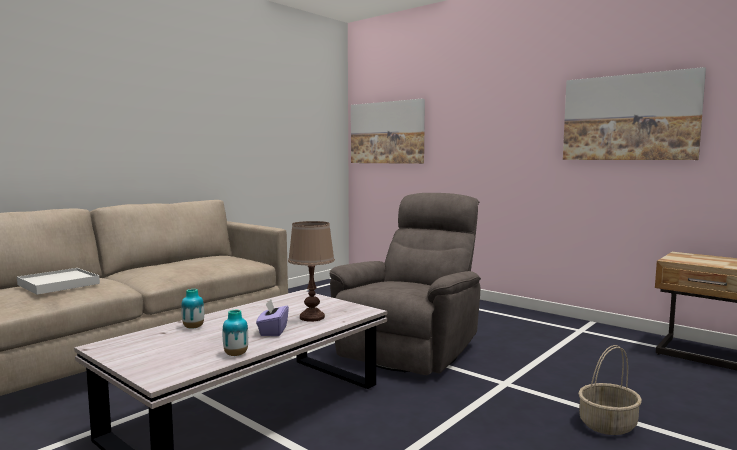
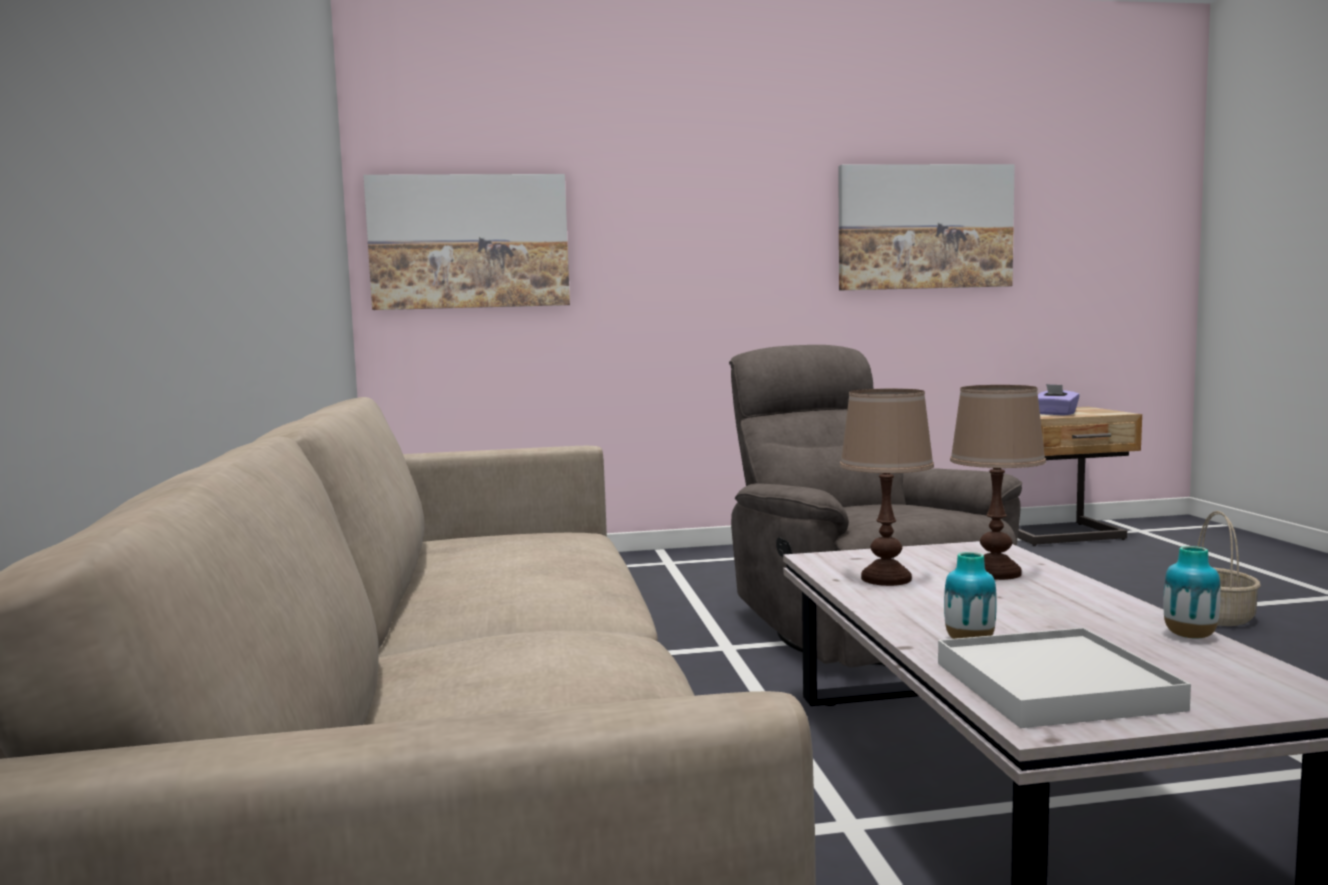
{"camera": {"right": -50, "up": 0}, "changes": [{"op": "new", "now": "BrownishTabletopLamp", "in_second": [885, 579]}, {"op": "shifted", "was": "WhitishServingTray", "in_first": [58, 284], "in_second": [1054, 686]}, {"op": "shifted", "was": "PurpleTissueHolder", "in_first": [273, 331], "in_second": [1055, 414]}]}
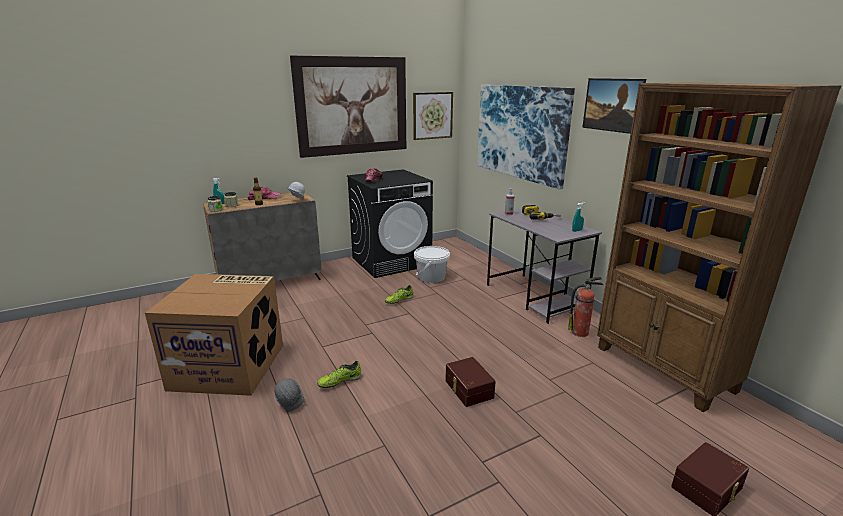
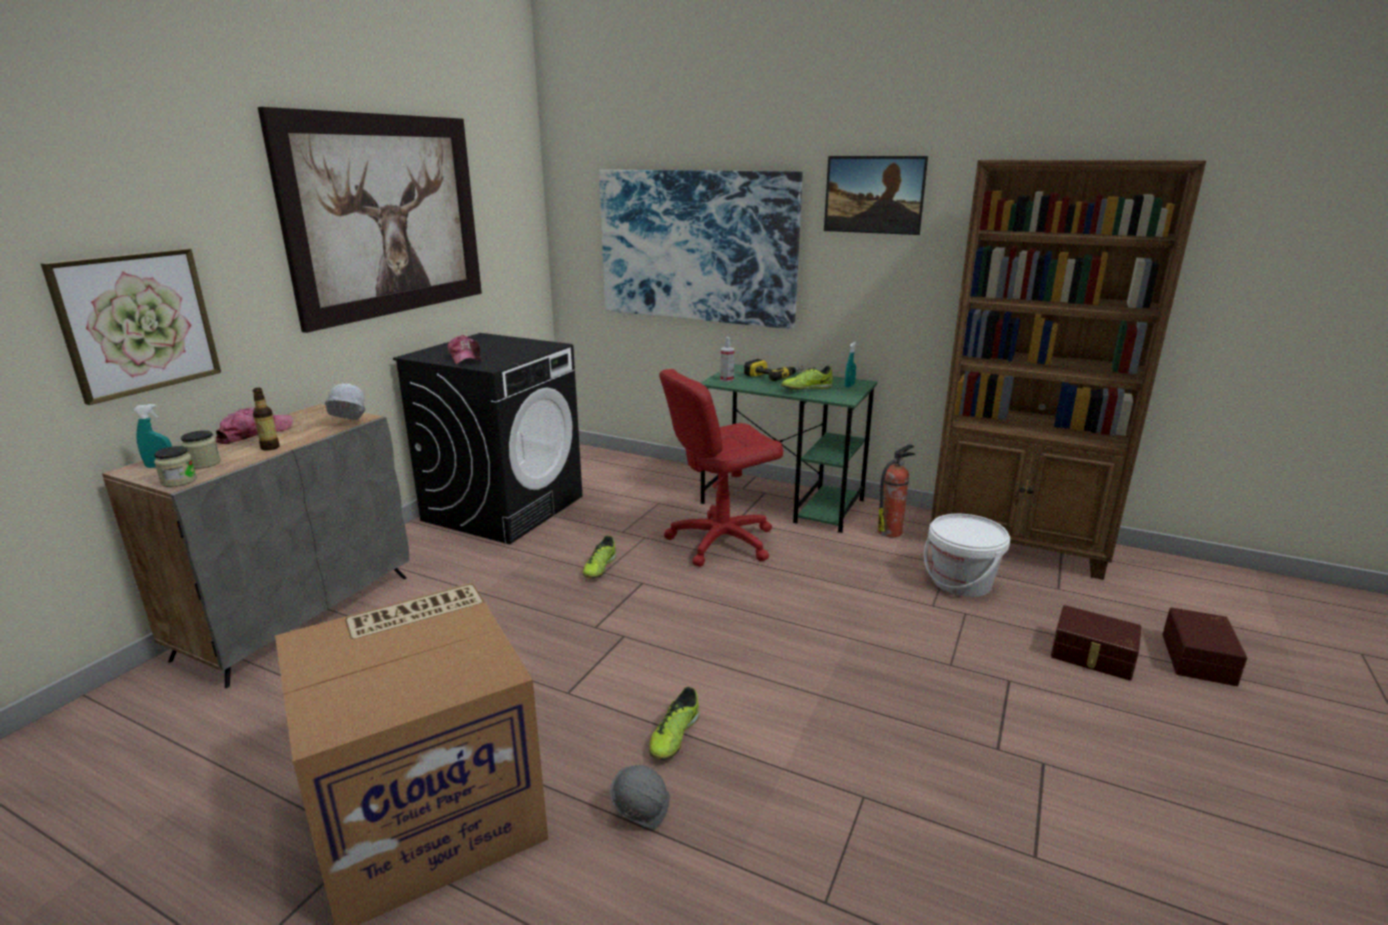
{"camera": {"right": -35, "up": 0}, "changes": [{"op": "new", "now": "RedColouredComputerChair", "in_second": [721, 541]}, {"op": "new", "now": "ItemOfFootwear", "in_second": [806, 389]}, {"op": "shifted", "was": "WallPicture", "in_first": [432, 115], "in_second": [137, 323]}, {"op": "shifted", "was": "WhitishBucket", "in_first": [431, 277], "in_second": [961, 582]}, {"op": "shifted", "was": "BrownishStorageBin", "in_first": [468, 389], "in_second": [1092, 656]}, {"op": "repainted", "was": "GrayDesk", "now": "GreenDesk", "in_first": [535, 297], "in_second": [783, 502]}]}
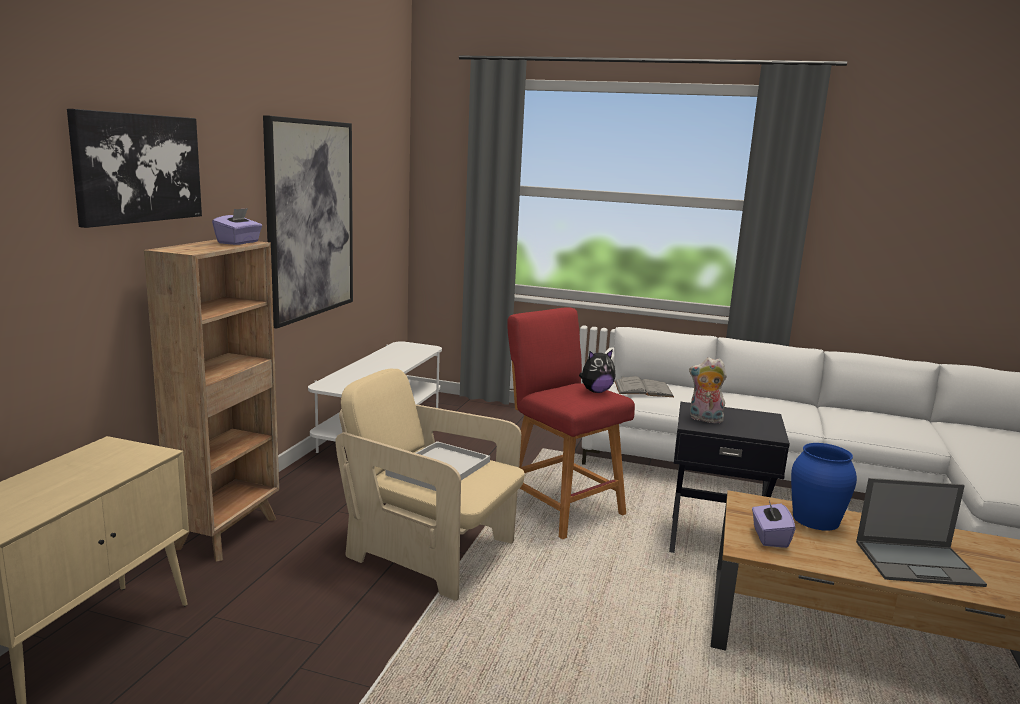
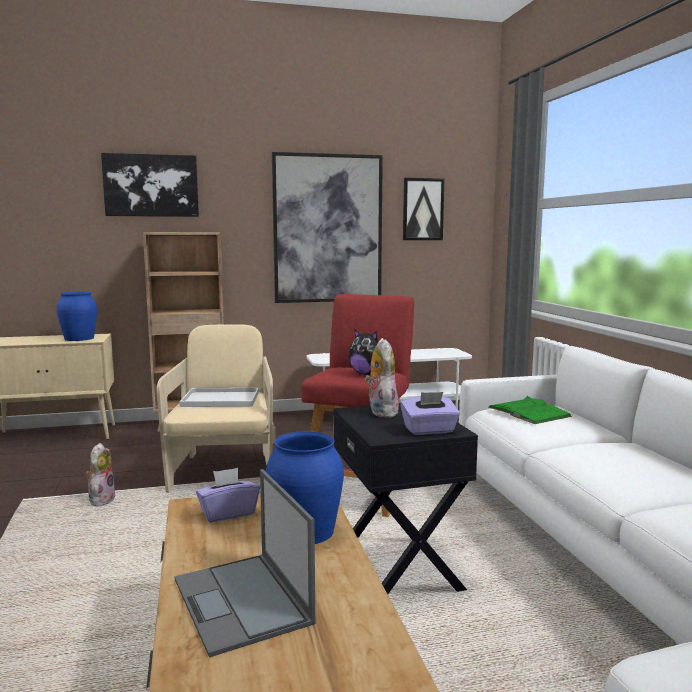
{"camera": {"right": 60, "up": -5}, "changes": [{"op": "new", "now": "BlueColouredFlowerVase", "in_second": [79, 338]}, {"op": "new", "now": "PlushToy", "in_second": [101, 500]}, {"op": "new", "now": "WallPicture", "in_second": [422, 209]}, {"op": "shifted", "was": "PurpleTissueHolder", "in_first": [239, 242], "in_second": [429, 430]}, {"op": "repainted", "was": "GrayBook", "now": "GreenBook", "in_first": [643, 389], "in_second": [528, 412]}]}
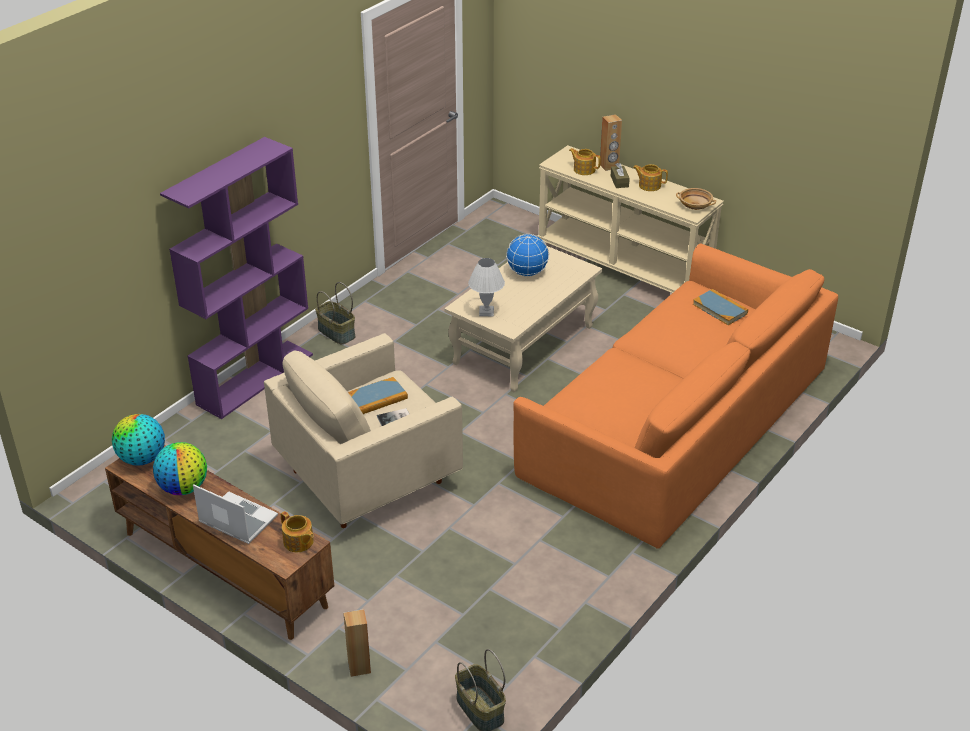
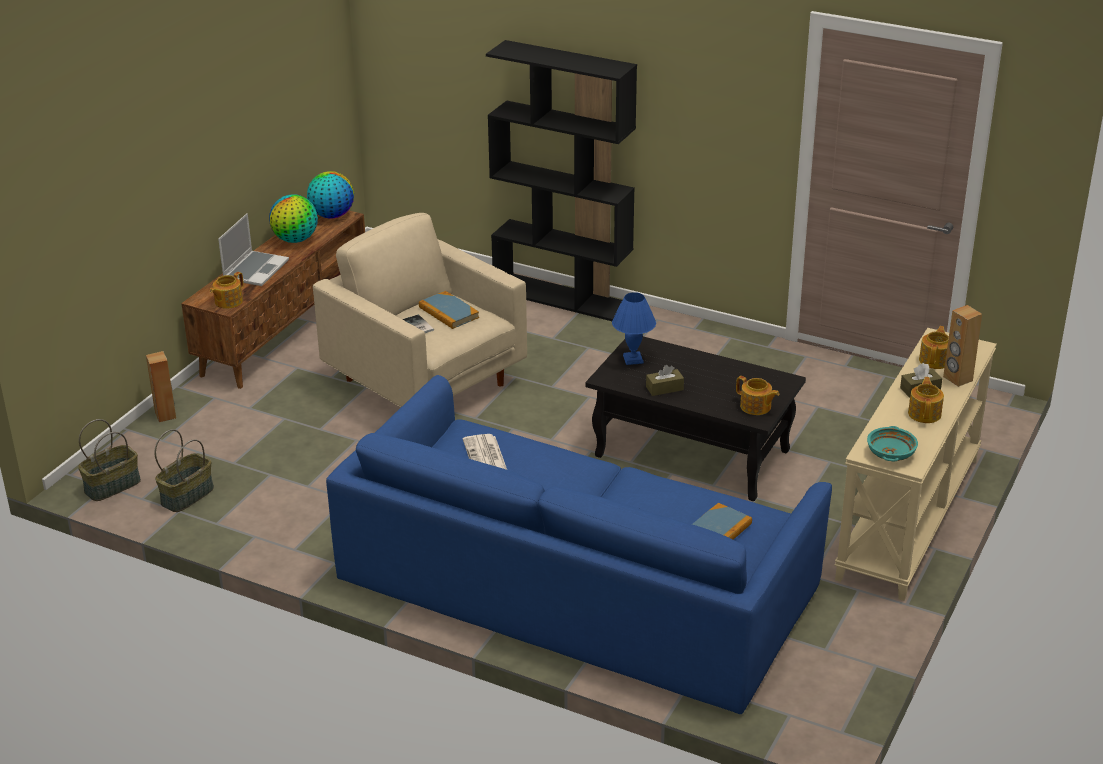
{"camera": {"right": 80, "up": -5}, "changes": [{"op": "gone", "was": "WorldGlobe", "in_first": [527, 273]}, {"op": "new", "now": "DailyPaper", "in_second": [485, 456]}, {"op": "new", "now": "BrownishTissueHolder", "in_second": [664, 388]}, {"op": "new", "now": "PotForTea", "in_second": [756, 407]}, {"op": "shifted", "was": "Basket", "in_first": [335, 333], "in_second": [187, 495]}, {"op": "repainted", "was": "PurpleBookshelf", "now": "BlackishBookshelf", "in_first": [255, 378], "in_second": [563, 297]}, {"op": "repainted", "was": "BeigeColouredLowTable", "now": "BlackishLowTable", "in_first": [523, 345], "in_second": [690, 453]}, {"op": "repainted", "was": "WhitishTabletopLamp", "now": "BlueColouredTabletopLamp", "in_first": [486, 312], "in_second": [632, 359]}, {"op": "repainted", "was": "OrangeySofa", "now": "BlueColouredSofa", "in_first": [675, 421], "in_second": [577, 583]}, {"op": "repainted", "was": "BeigeColouredBowl", "now": "TurquoiseColouredBowl", "in_first": [695, 205], "in_second": [891, 454]}]}
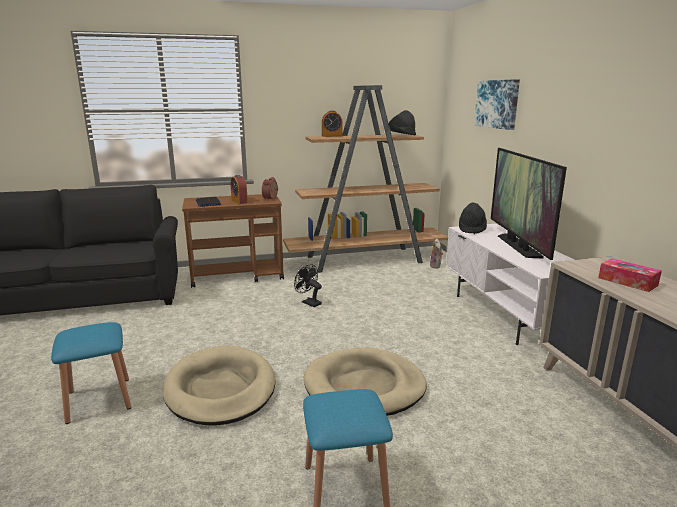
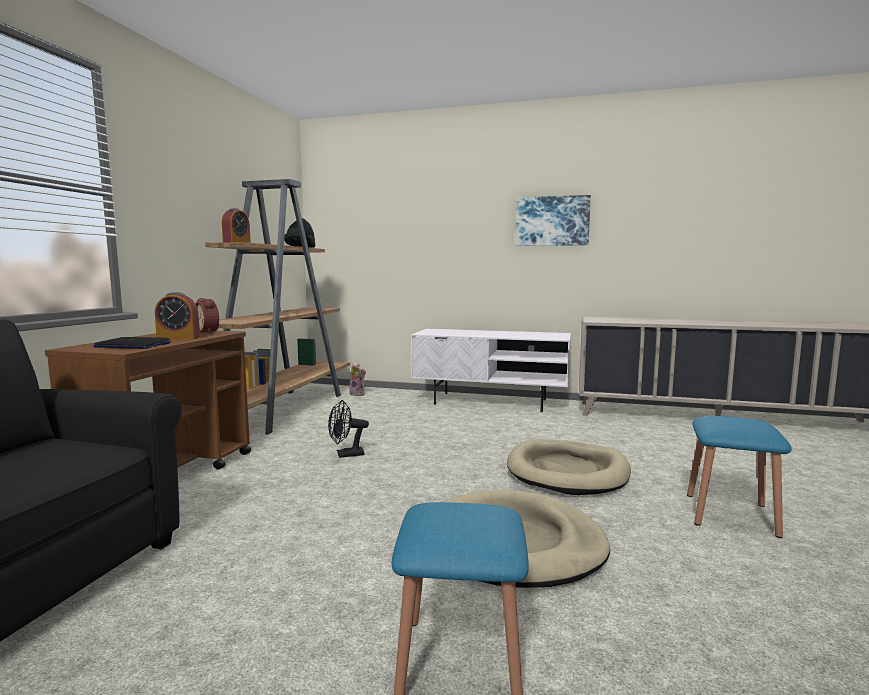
{"camera": {"right": -60, "up": -10}, "changes": [{"op": "gone", "was": "BlackishHat", "in_first": [471, 229]}, {"op": "gone", "was": "Tv", "in_first": [518, 246]}, {"op": "gone", "was": "TissueHolder", "in_first": [627, 281]}, {"op": "shifted", "was": "WallPicture", "in_first": [497, 104], "in_second": [552, 221]}]}
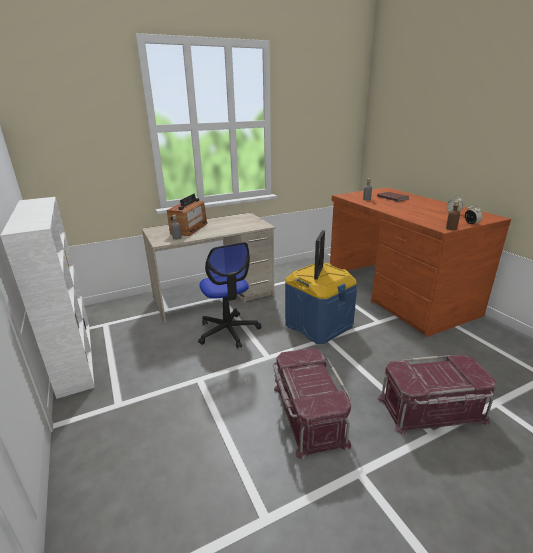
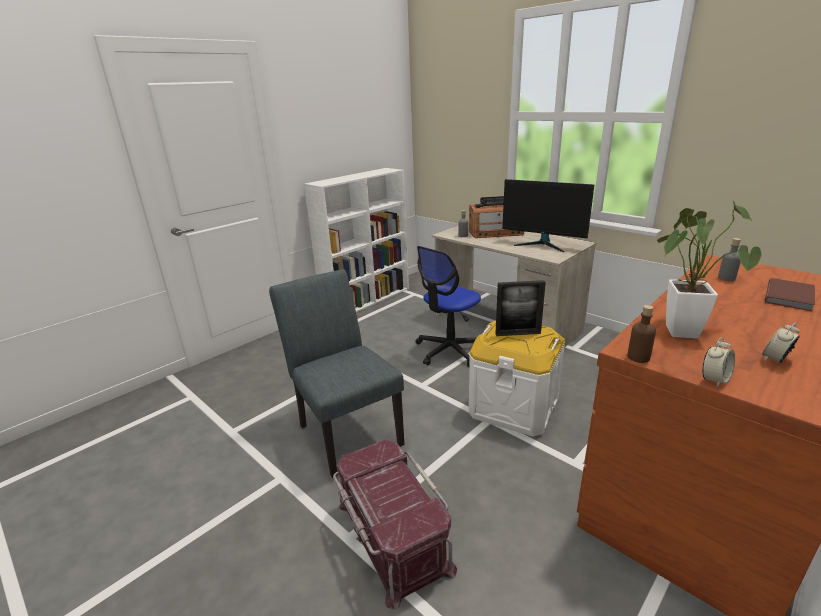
{"camera": {"right": 70, "up": 0}, "changes": [{"op": "new", "now": "ComputerDisplay", "in_second": [543, 244]}, {"op": "new", "now": "Houseplant", "in_second": [680, 329]}, {"op": "swapped", "was": "RedColouredStorageBin", "now": "GrayChair", "in_first": [307, 414], "in_second": [346, 430]}, {"op": "repainted", "was": "BlueColouredStorageBin", "now": "WhitishStorageBin", "in_first": [318, 325], "in_second": [513, 406]}]}
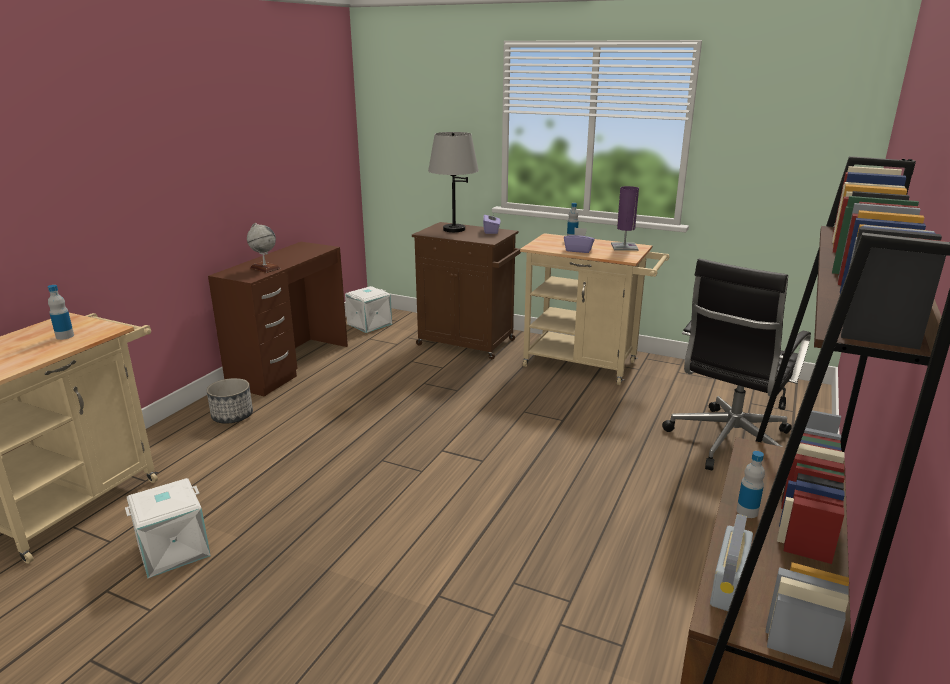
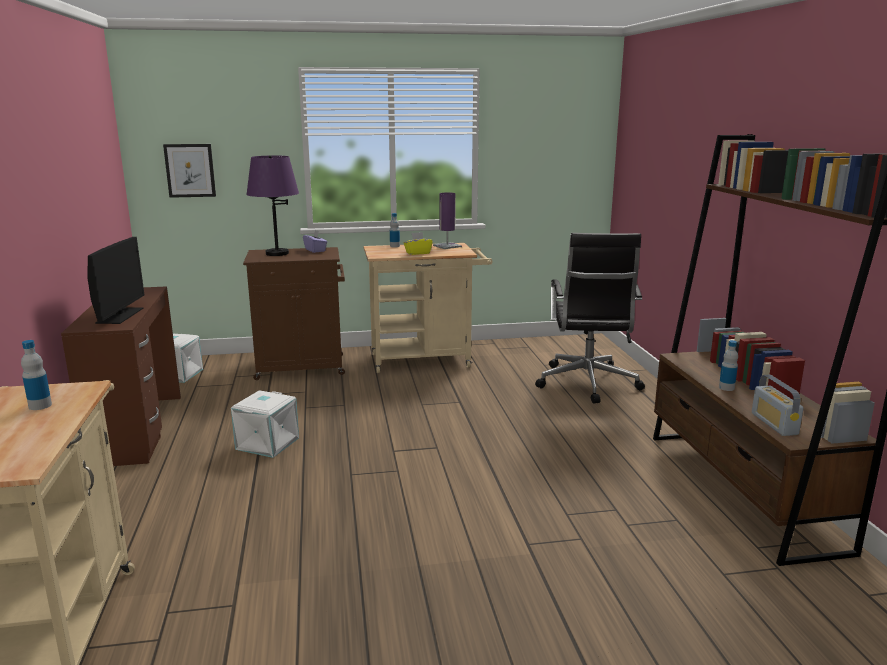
{"camera": {"right": -35, "up": -5}, "changes": [{"op": "gone", "was": "Planter", "in_first": [232, 416]}, {"op": "new", "now": "WallPicture", "in_second": [190, 170]}, {"op": "shifted", "was": "WhitishStorageBin", "in_first": [173, 551], "in_second": [268, 444]}, {"op": "swapped", "was": "WorldGlobe", "now": "ComputerDisplay", "in_first": [264, 268], "in_second": [120, 315]}, {"op": "repainted", "was": "GrayTabletopLamp", "now": "PurpleTabletopLamp", "in_first": [453, 229], "in_second": [277, 253]}, {"op": "repainted", "was": "PurpleTissueHolder", "now": "YellowishTissueHolder", "in_first": [578, 250], "in_second": [417, 253]}]}
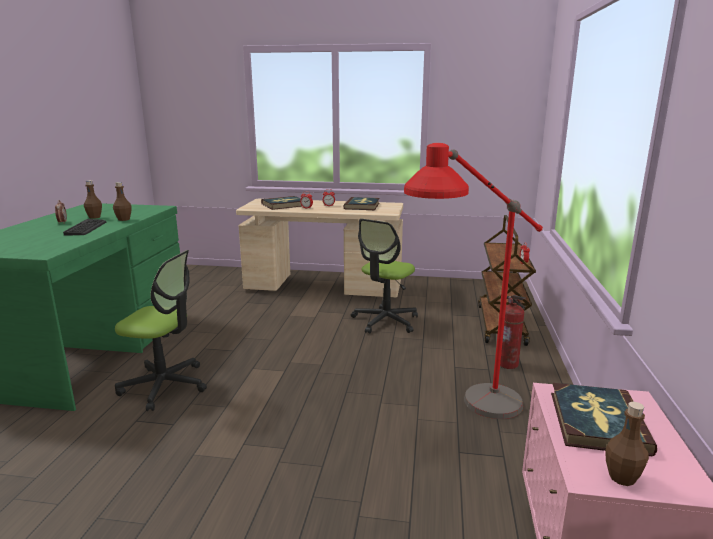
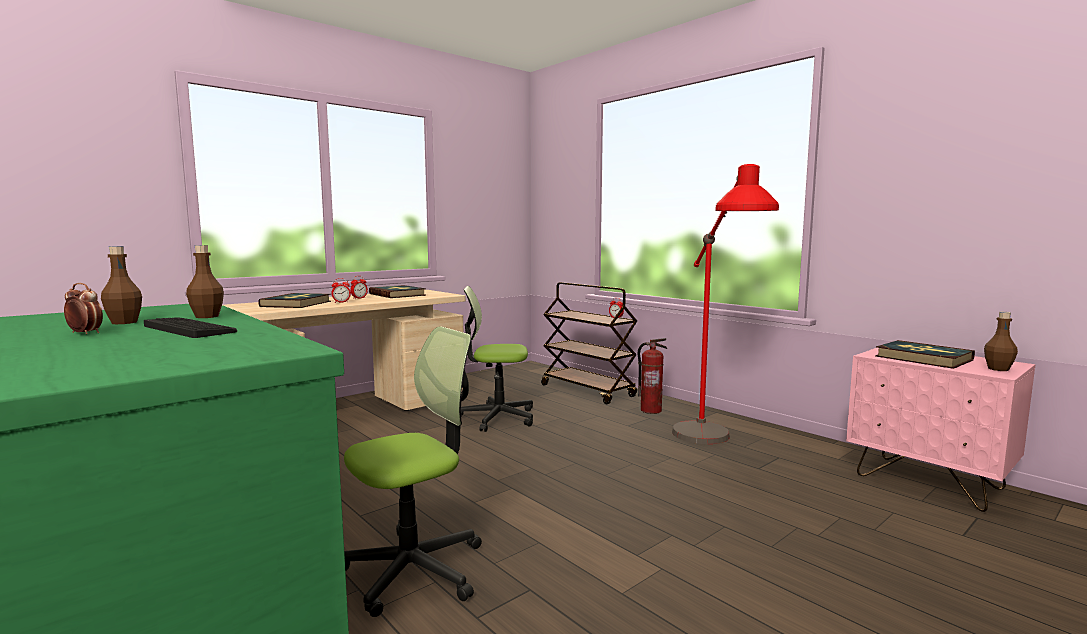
{"camera": {"right": -50, "up": -10}, "changes": [{"op": "rotated", "was": "ComputerChair", "in_first": [385, 321], "in_second": [497, 417], "clockwise": 105}]}
